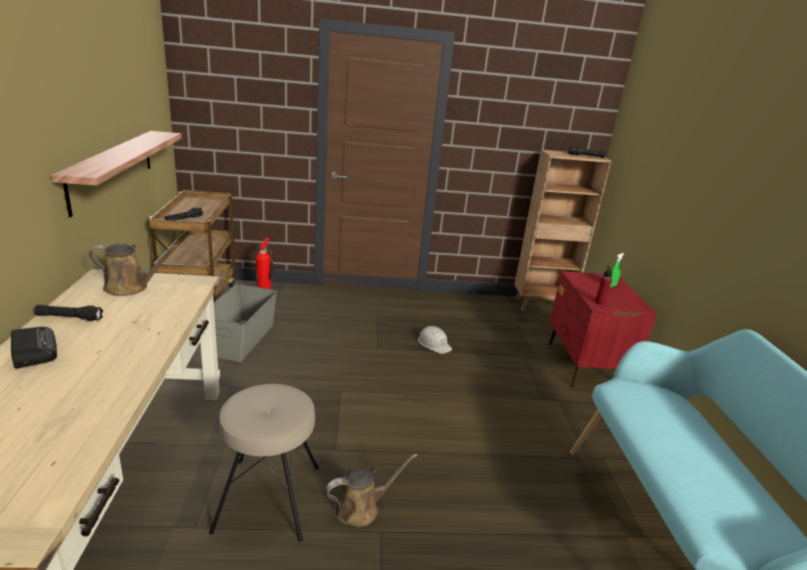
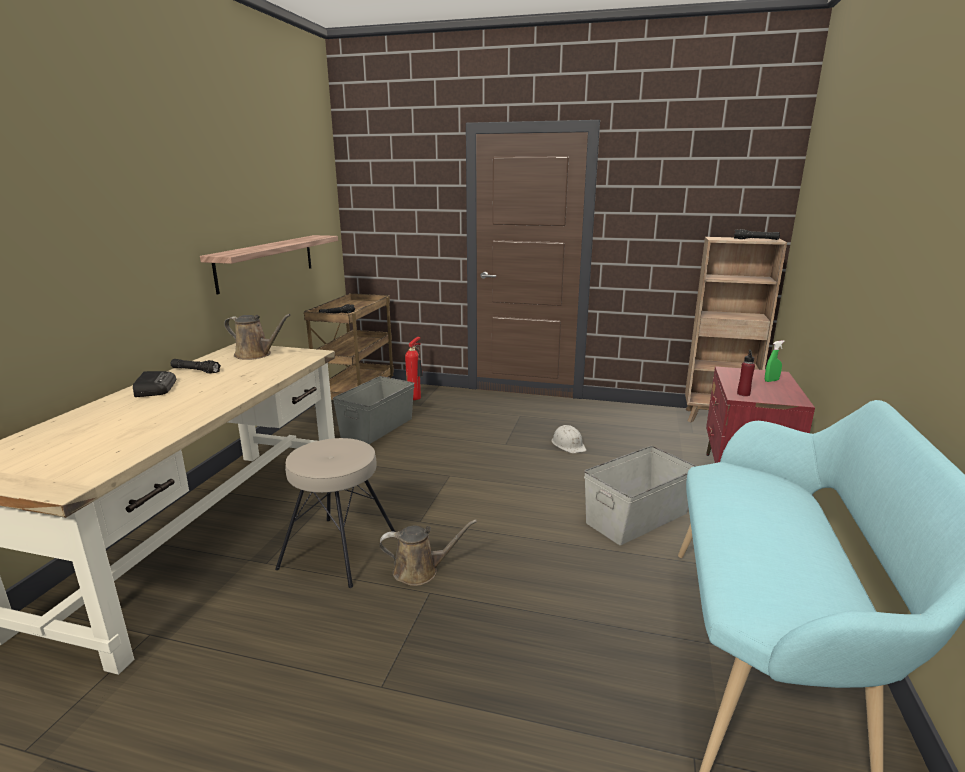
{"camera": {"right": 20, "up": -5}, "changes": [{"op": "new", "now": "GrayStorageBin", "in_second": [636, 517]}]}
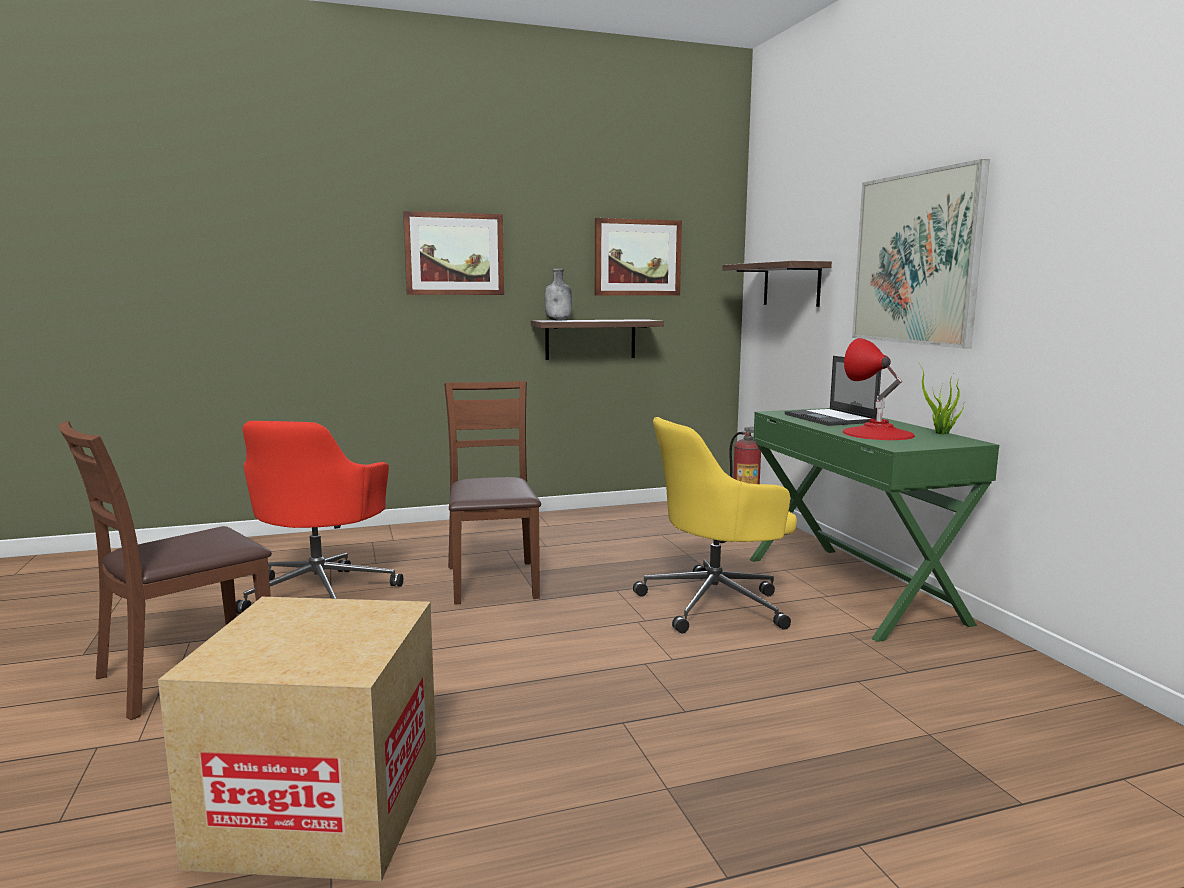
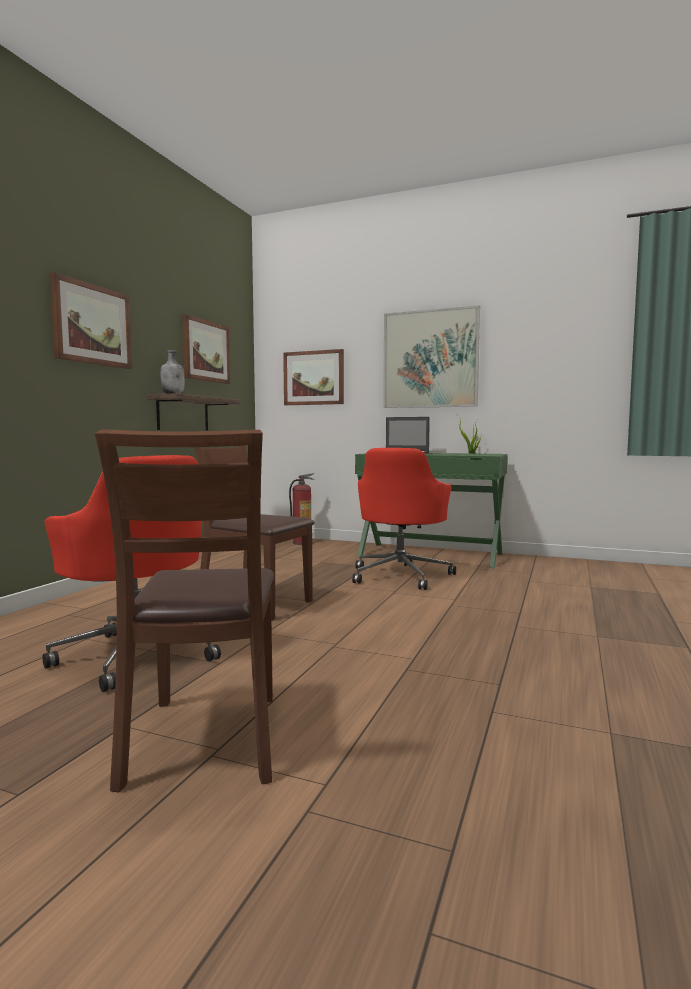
{"camera": {"right": -50, "up": -5}, "changes": [{"op": "gone", "was": "Carton", "in_first": [321, 808]}, {"op": "gone", "was": "RedColouredTabletopLamp", "in_first": [877, 433]}, {"op": "swapped", "was": "WallShelf", "now": "WallPicture", "in_first": [791, 284], "in_second": [313, 378]}, {"op": "repainted", "was": "YellowishComputerChair", "now": "RedColouredComputerChair", "in_first": [716, 604], "in_second": [401, 575]}]}
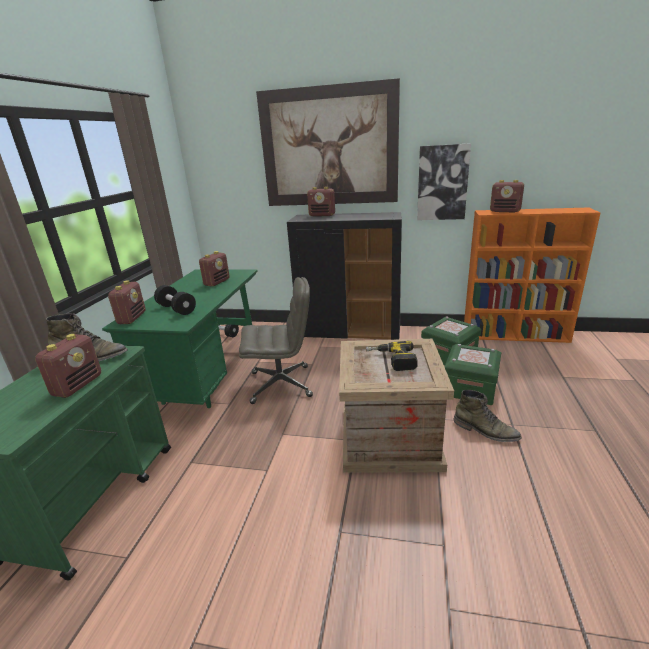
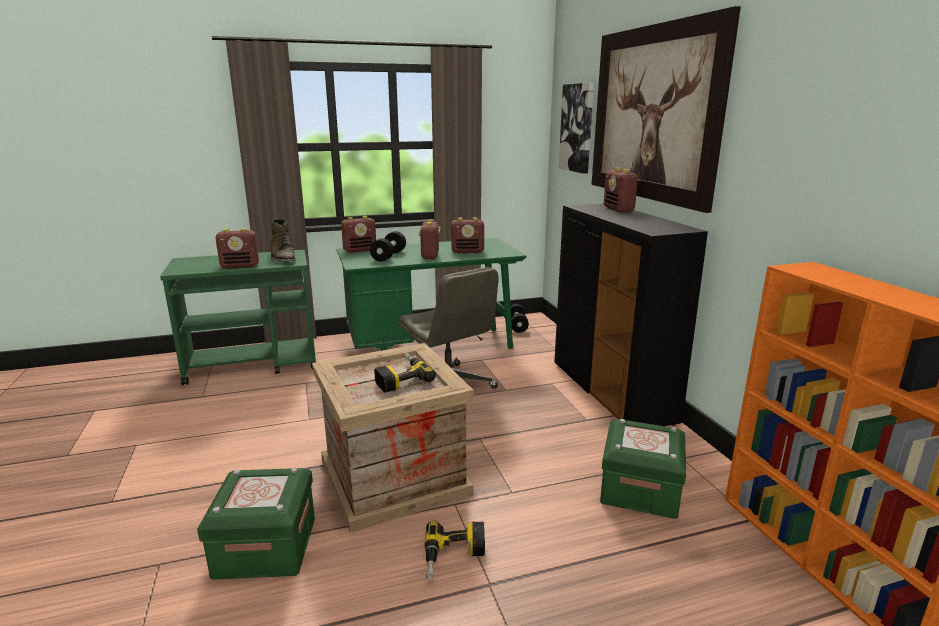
{"camera": {"right": 60, "up": -5}, "changes": [{"op": "shifted", "was": "WallPicture", "in_first": [442, 183], "in_second": [577, 128]}, {"op": "shifted", "was": "GreenStorageBin", "in_first": [470, 388], "in_second": [265, 547]}, {"op": "shifted", "was": "Radio", "in_first": [505, 211], "in_second": [430, 256]}, {"op": "swapped", "was": "GreenHighTopBoot", "now": "Drill", "in_first": [485, 431], "in_second": [454, 557]}]}
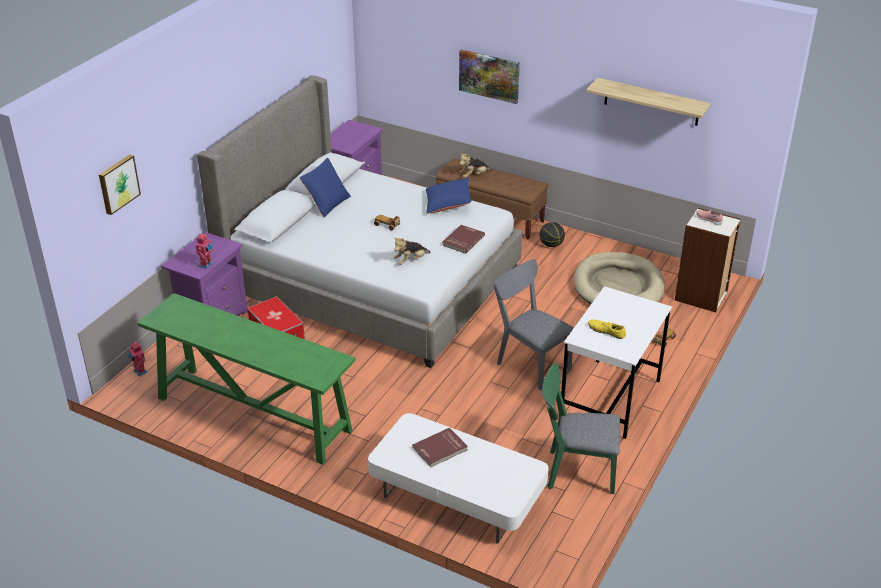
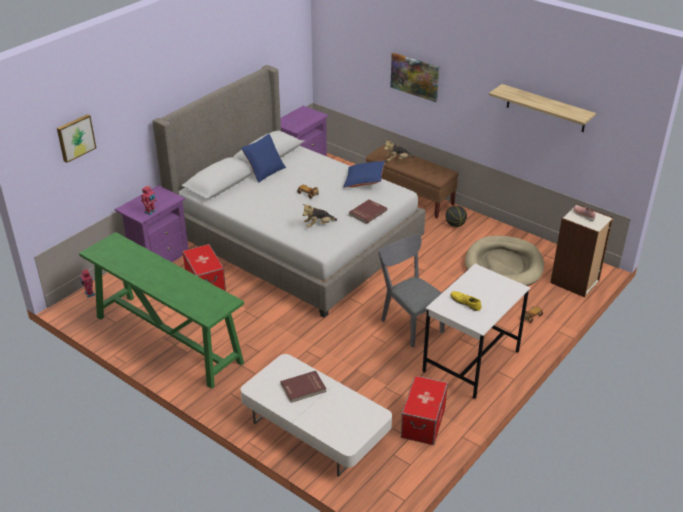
{"camera": {"right": 10, "up": 0}, "changes": [{"op": "swapped", "was": "GreenChair", "now": "StorageBin", "in_first": [575, 471], "in_second": [423, 422]}]}
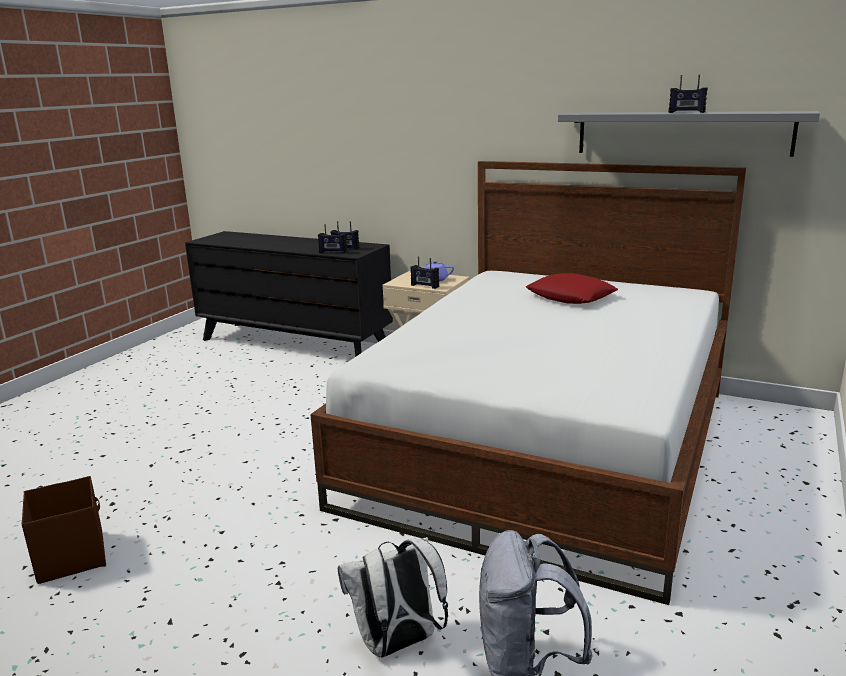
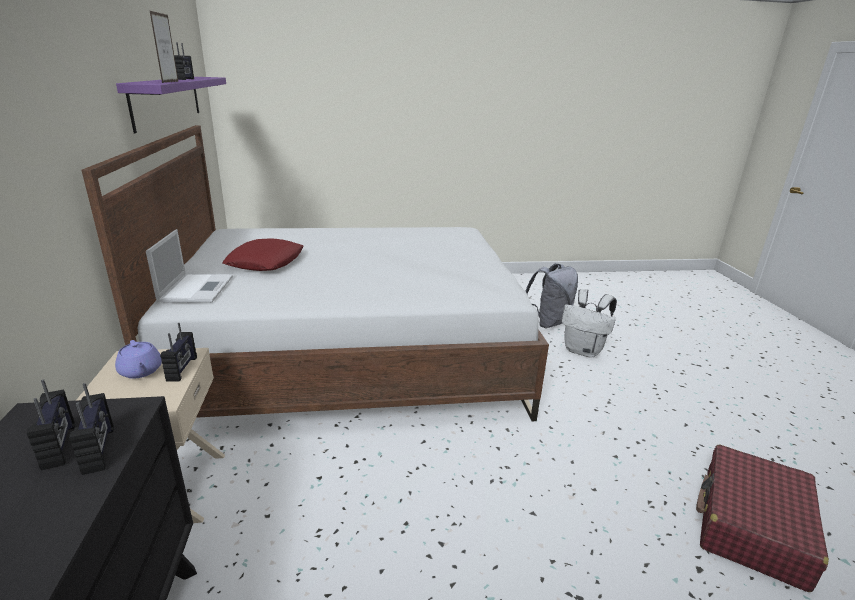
{"camera": {"right": -125, "up": 5}, "changes": [{"op": "new", "now": "PortableComputer", "in_second": [197, 288]}, {"op": "new", "now": "PictureFrame", "in_second": [170, 82]}, {"op": "swapped", "was": "BrownishStorageBin", "now": "RedColouredPieceOfLuggage", "in_first": [72, 556], "in_second": [751, 526]}, {"op": "repainted", "was": "GrayWallShelf", "now": "PurpleWallShelf", "in_first": [682, 133], "in_second": [167, 100]}]}
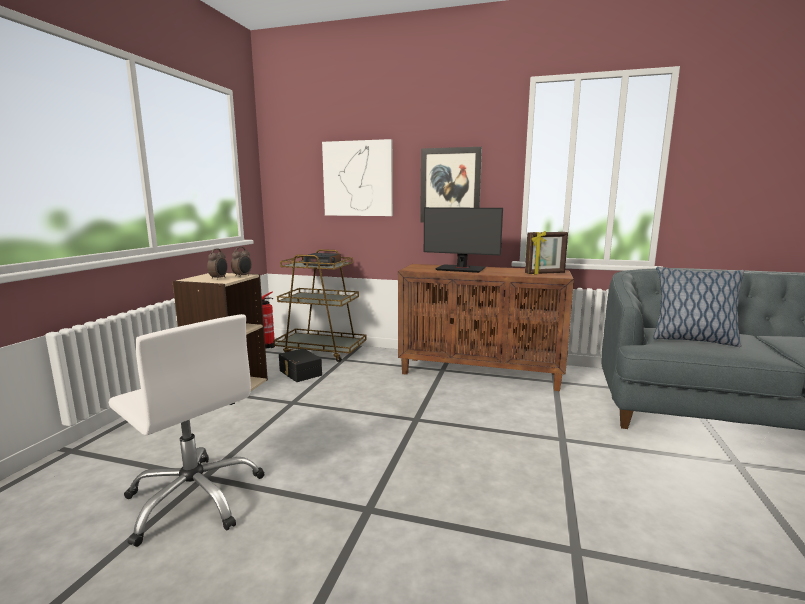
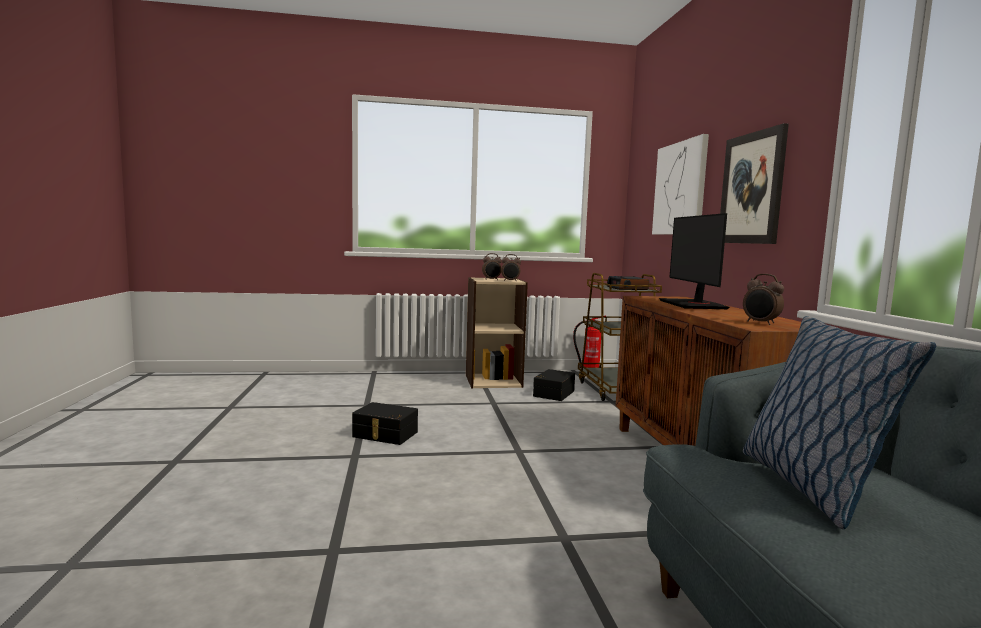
{"camera": {"right": 65, "up": -5}, "changes": [{"op": "gone", "was": "WhitishComputerChair", "in_first": [195, 498]}, {"op": "new", "now": "BlackishStorageBin", "in_second": [384, 435]}, {"op": "swapped", "was": "PictureFrame", "now": "TableClock", "in_first": [545, 273], "in_second": [760, 323]}]}
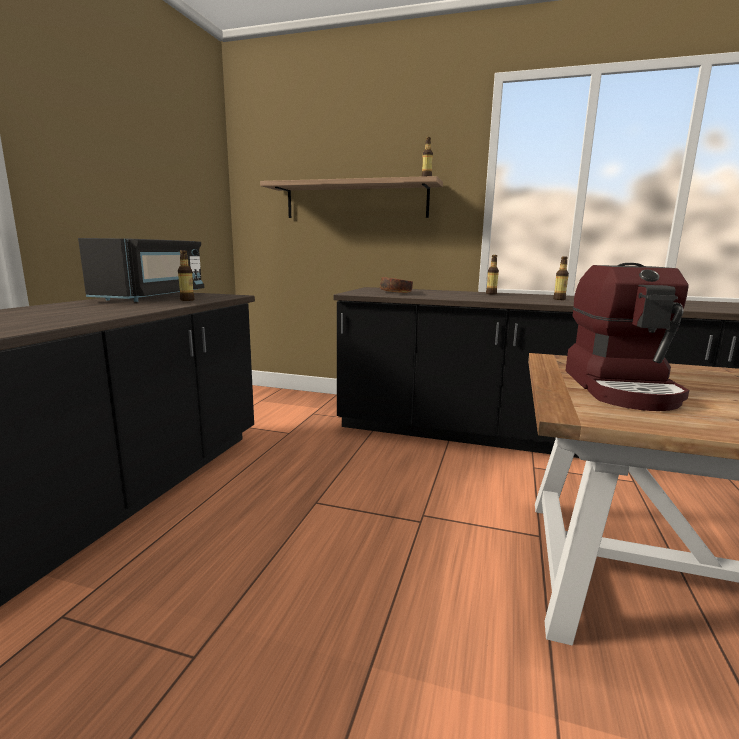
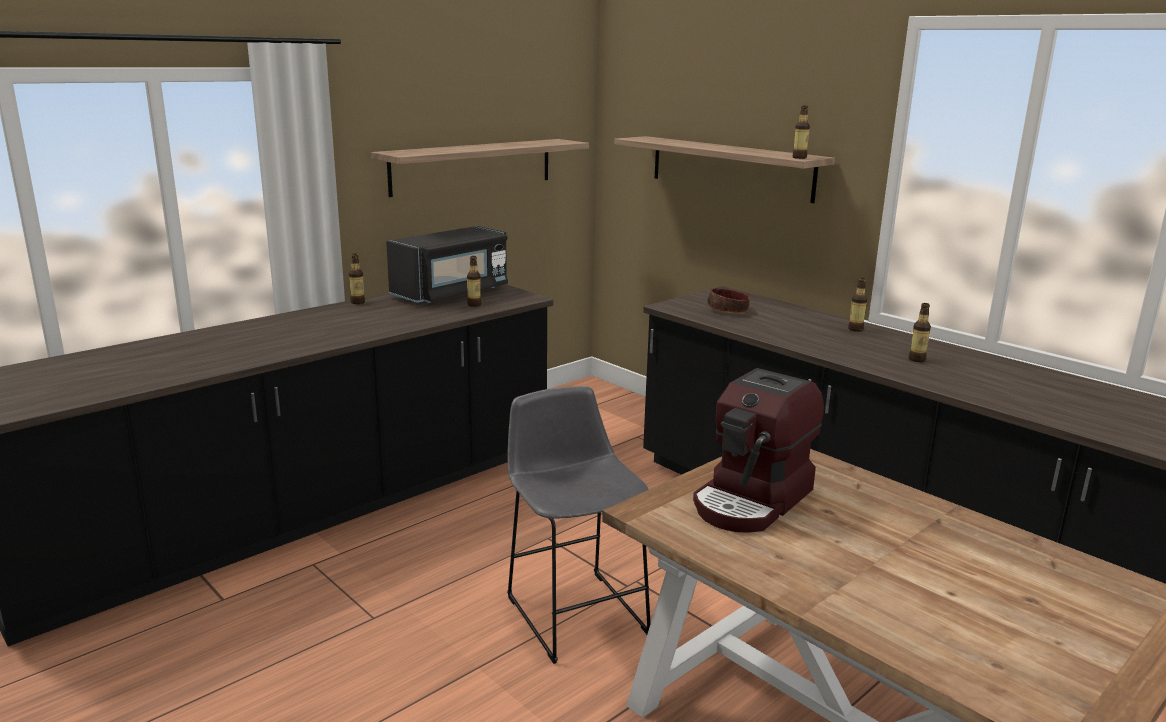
{"camera": {"right": 30, "up": 5}, "changes": [{"op": "new", "now": "BeverageBottle", "in_second": [358, 302]}, {"op": "new", "now": "WallShelf", "in_second": [473, 166]}, {"op": "new", "now": "GrayStool", "in_second": [574, 610]}]}
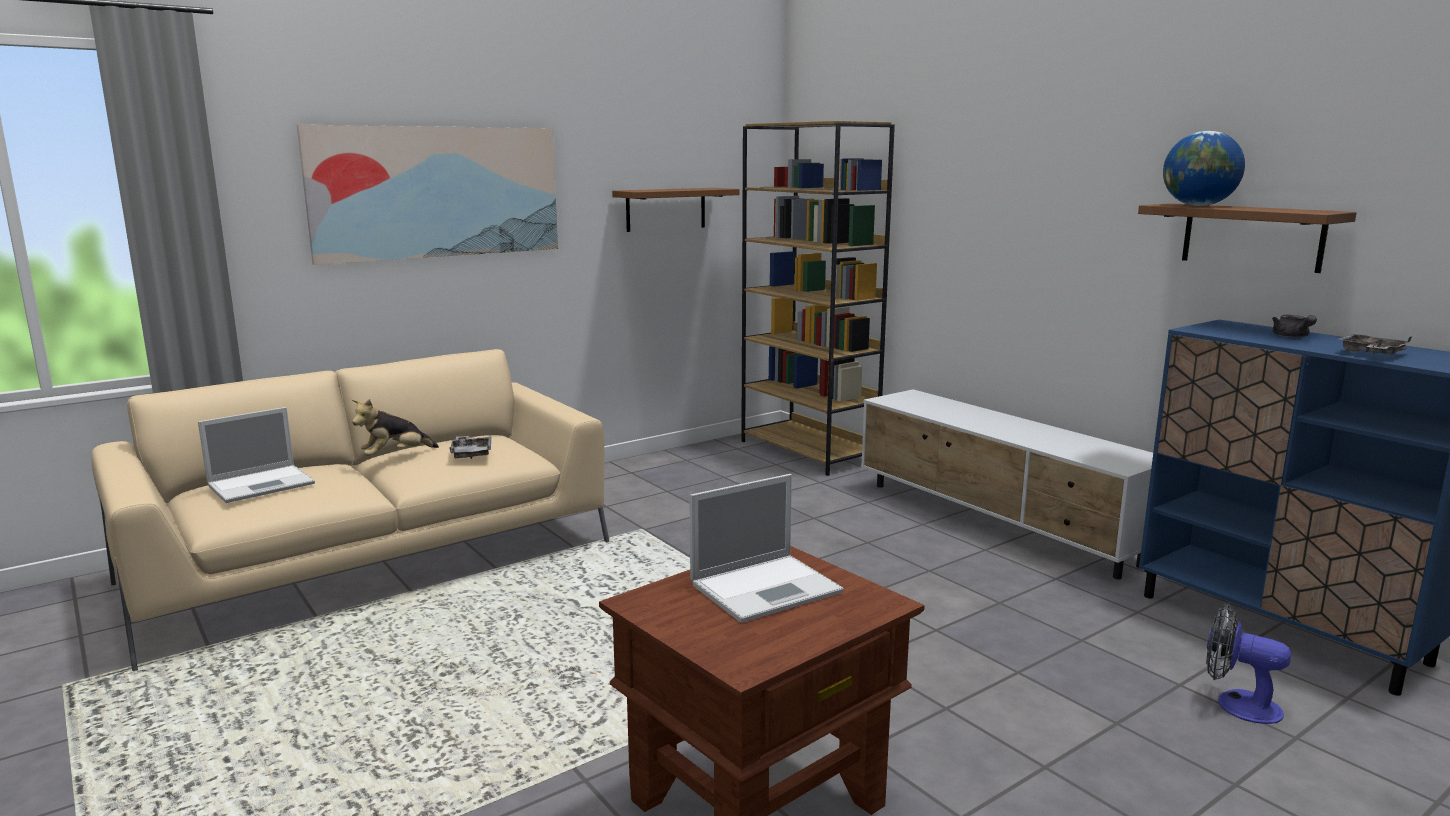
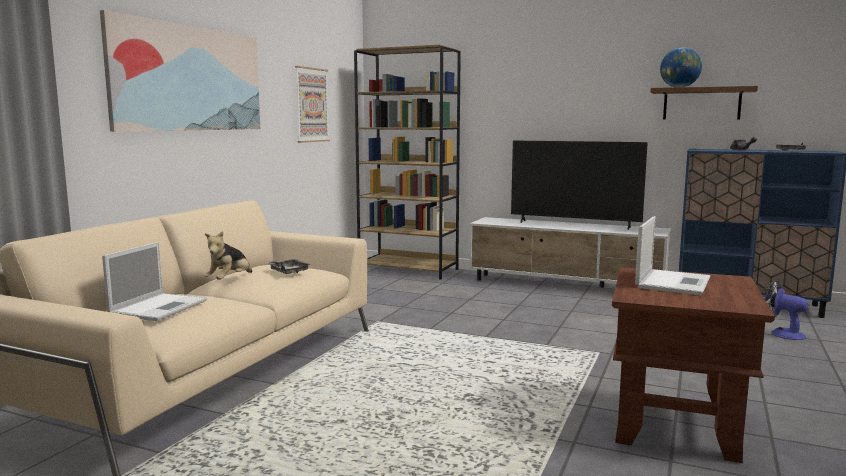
{"camera": {"right": -30, "up": -5}, "changes": [{"op": "new", "now": "Tv", "in_second": [574, 224]}, {"op": "swapped", "was": "BrownishWallShelf", "now": "WallPicture", "in_first": [666, 209], "in_second": [311, 105]}, {"op": "rotated", "was": "ElectricFan", "in_first": [1237, 704], "in_second": [781, 333], "clockwise": 45}]}
